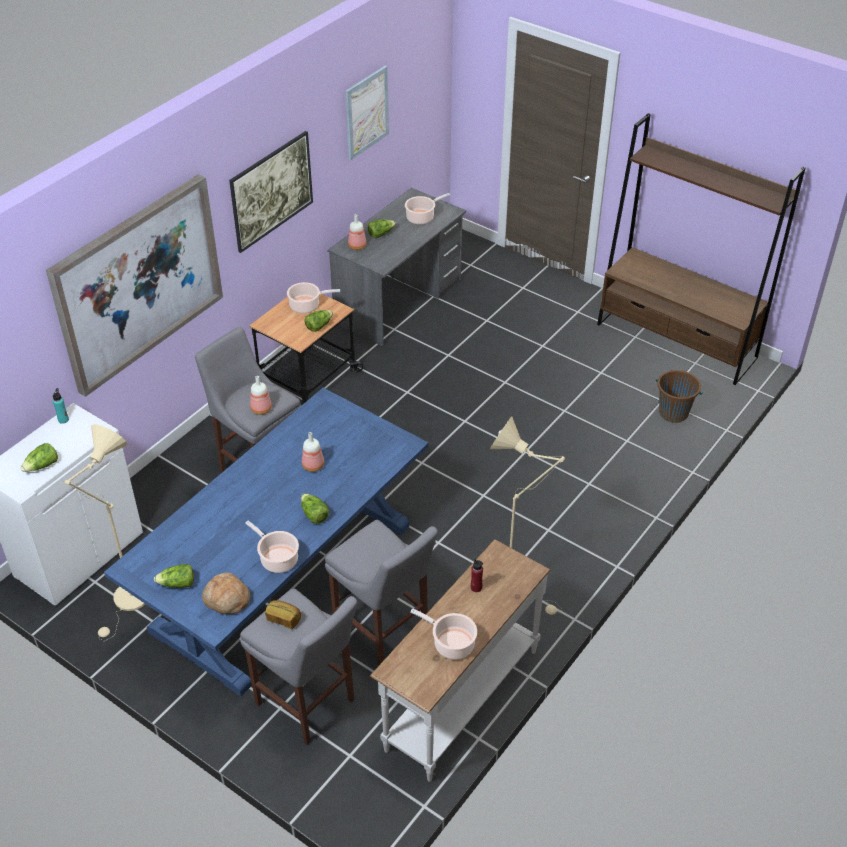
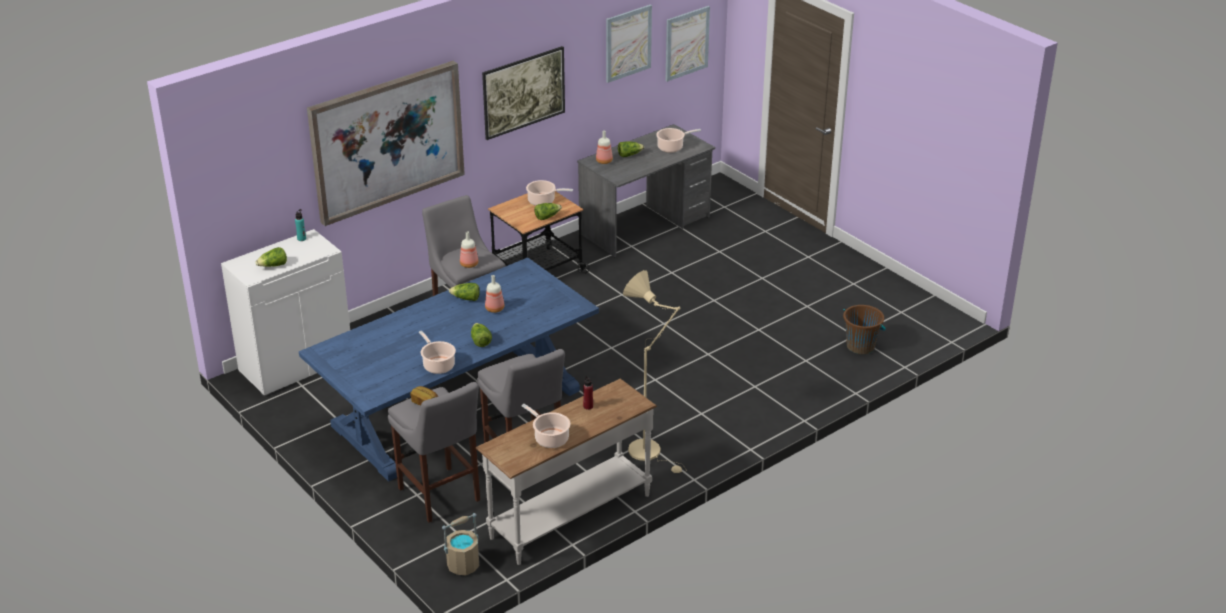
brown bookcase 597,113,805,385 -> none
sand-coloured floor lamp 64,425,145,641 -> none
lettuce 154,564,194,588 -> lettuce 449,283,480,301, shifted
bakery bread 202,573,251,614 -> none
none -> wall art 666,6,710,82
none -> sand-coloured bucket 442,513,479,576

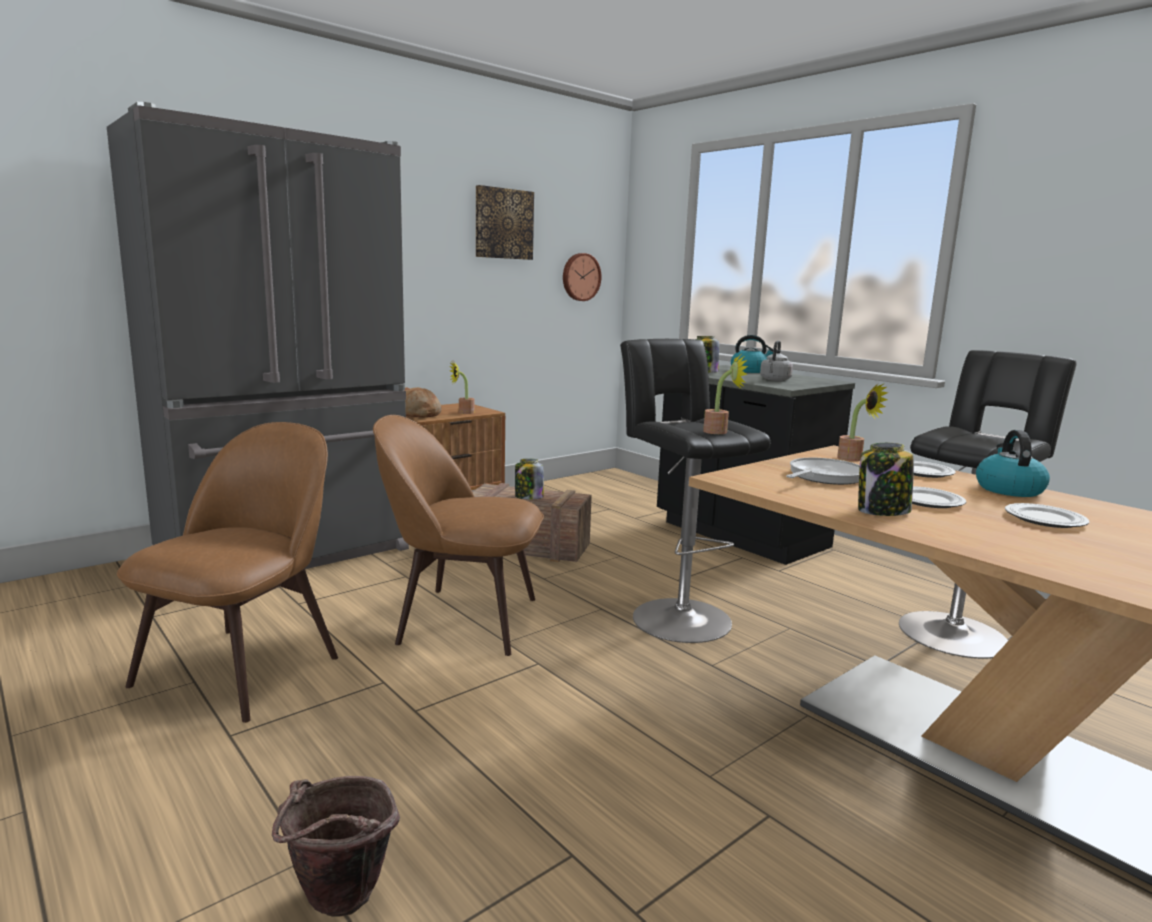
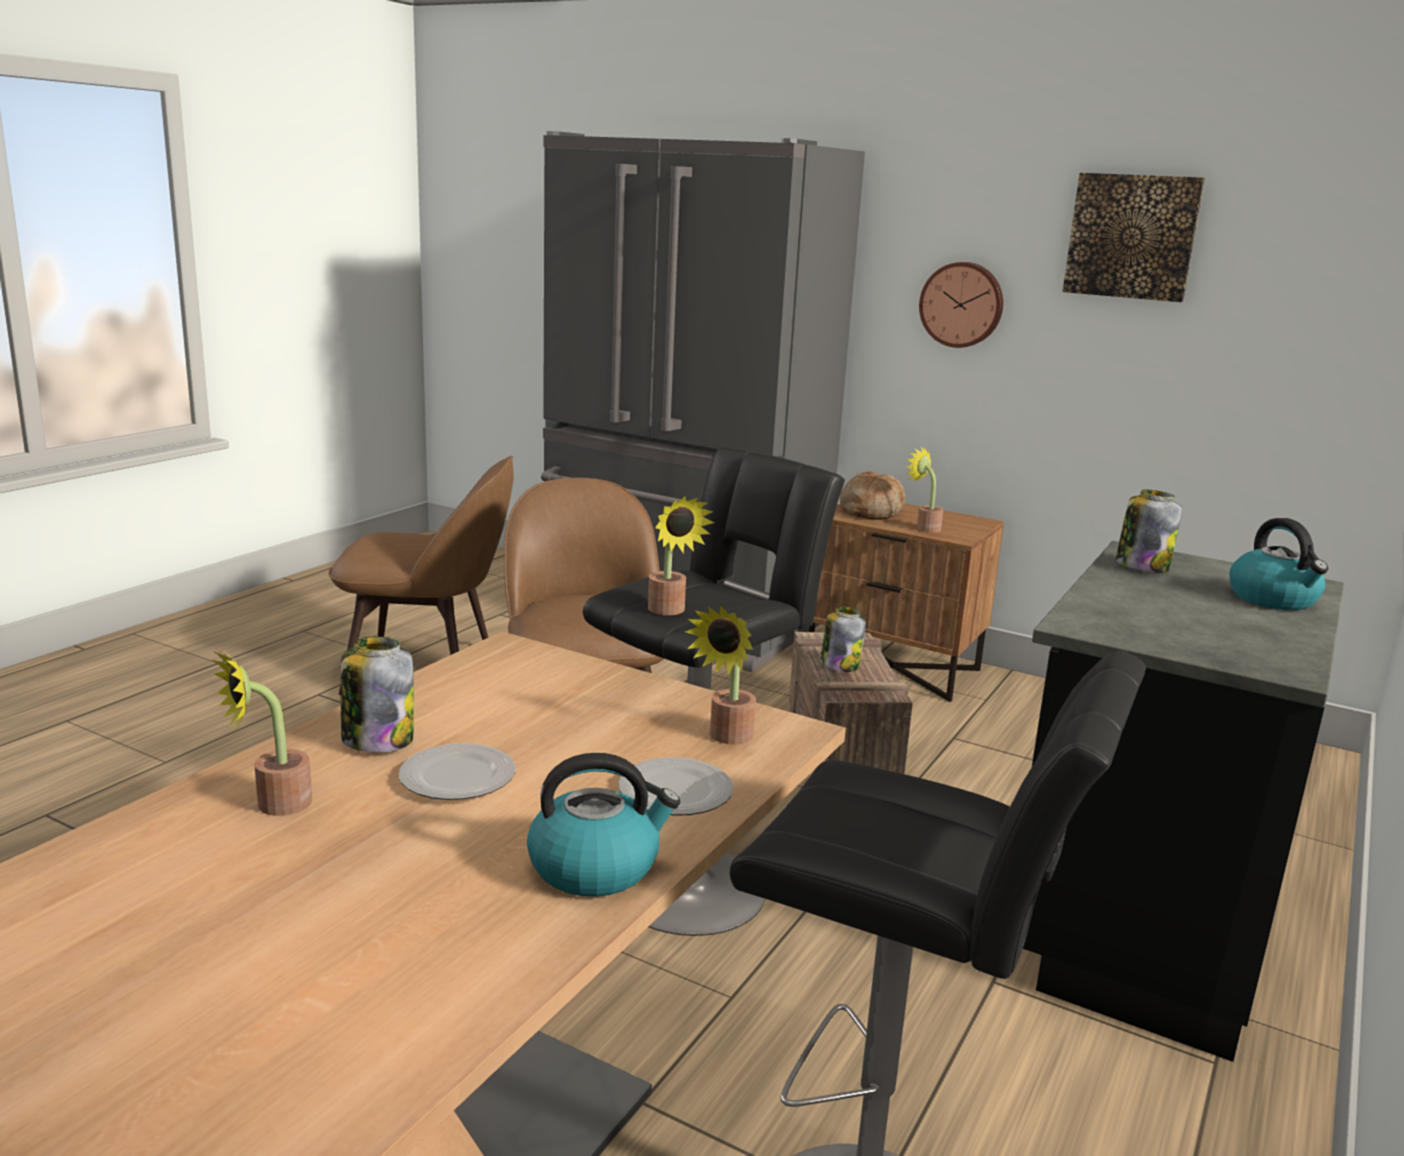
hanging clock 563,253,601,301 -> hanging clock 919,262,1003,348, shifted
gray tea kettle 760,341,793,381 -> none
frying pan 786,458,860,485 -> none
dinner plate 1005,503,1089,528 -> none
brown bucket 272,776,400,917 -> none
none -> plant in a pot 212,650,312,816

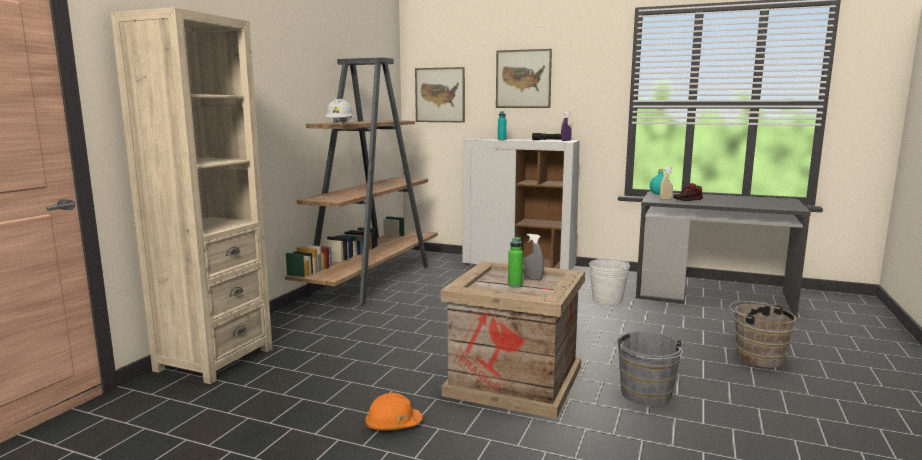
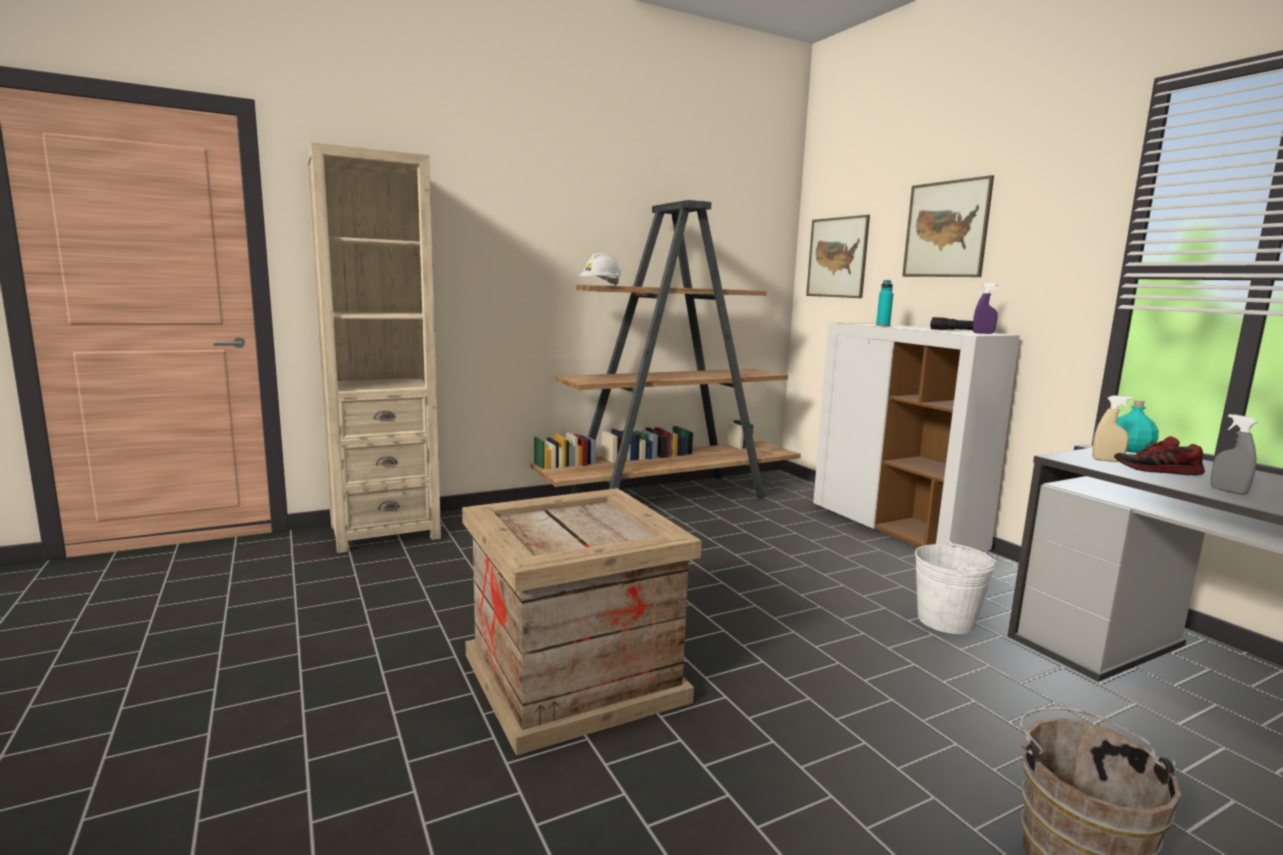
gray spray bottle 524,234,544,280 -> gray spray bottle 1211,414,1258,495, shifted
green bottle 508,237,523,288 -> none
gray bucket 614,331,685,407 -> none
orangey safety helmet 365,393,423,430 -> none

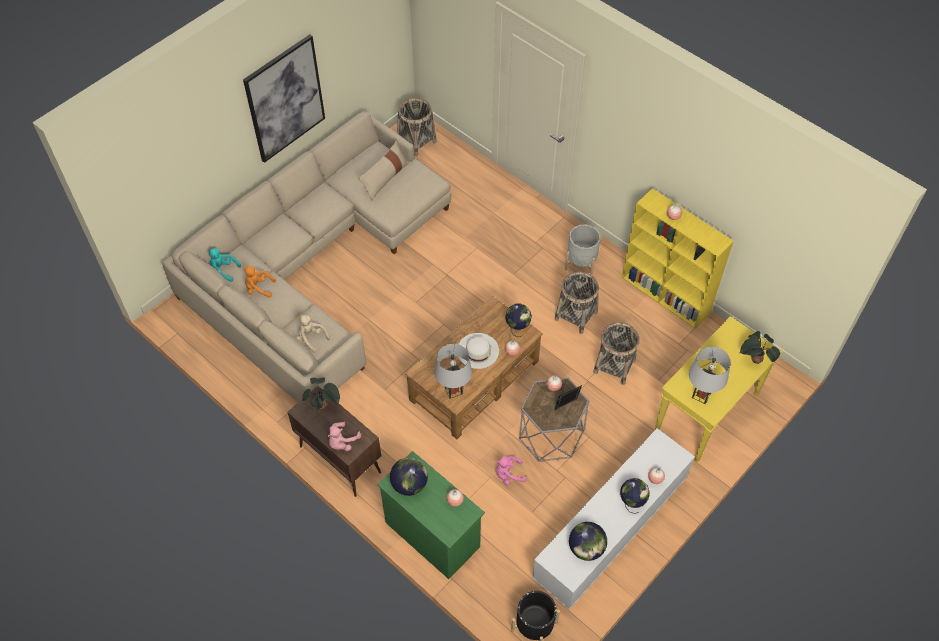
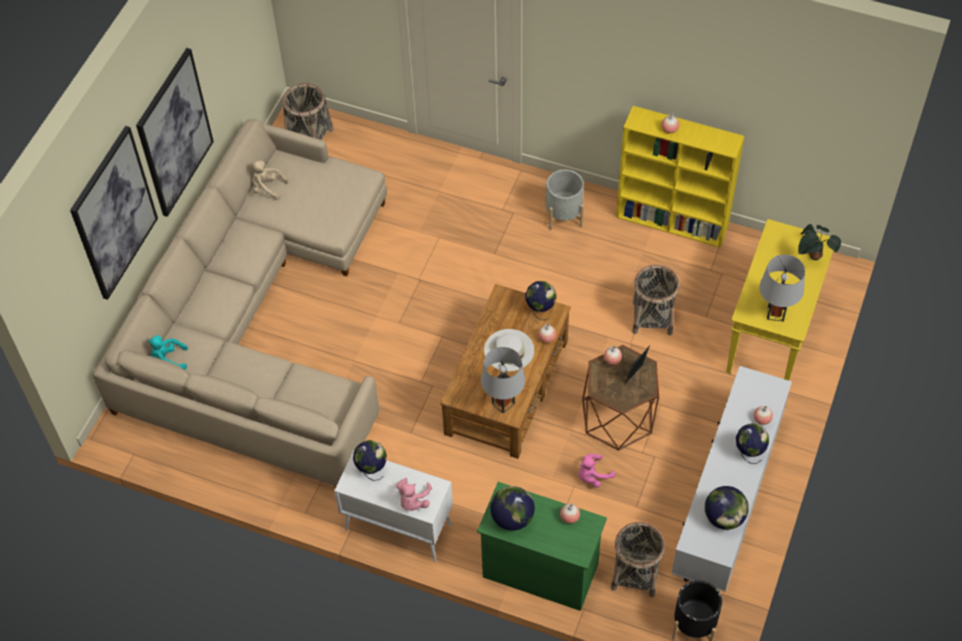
sand-coloured cushion 358,141,409,201 -> none
orangey soft toy 243,266,276,298 -> none
basket 554,271,599,334 -> basket 611,522,665,597, shifted
sand-coloured soft toy 296,315,330,353 -> sand-coloured soft toy 252,160,288,200, shifted
plant in a pot 302,377,340,411 -> globe 353,440,387,481
gray accent table 519,378,589,462 -> brown accent table 582,345,659,451
brown storage cabinet 287,386,381,497 -> white storage cabinet 334,451,453,562
none -> wall art 70,126,158,300

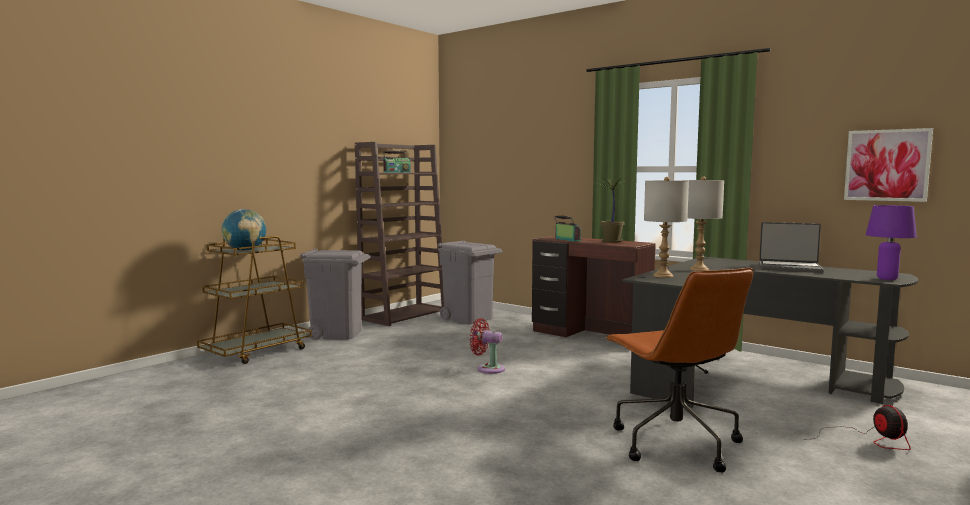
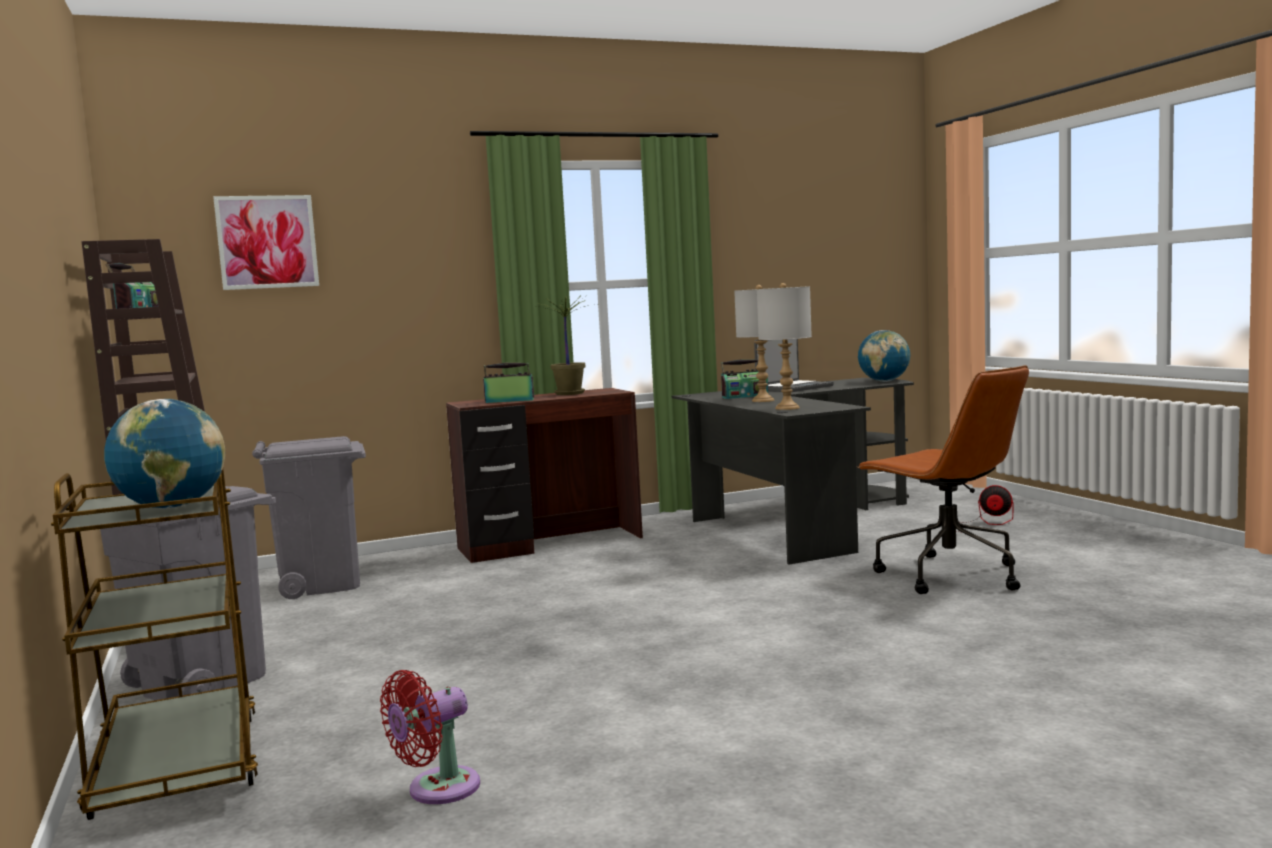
wall art 844,128,933,202 -> wall art 213,195,319,290, shifted
purplish table lamp 866,205,917,280 -> globe 858,330,910,382
brown computer chair 605,268,753,473 -> brown computer chair 857,365,1029,594, 45 degrees clockwise
reddish fan 470,318,505,374 -> reddish fan 380,670,480,804, shifted
none -> radio 721,359,768,399

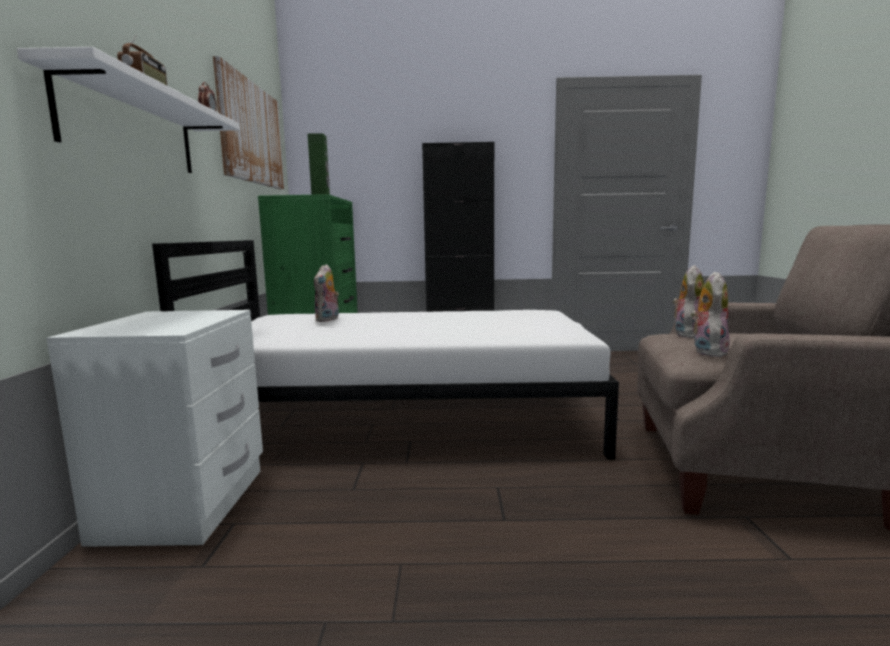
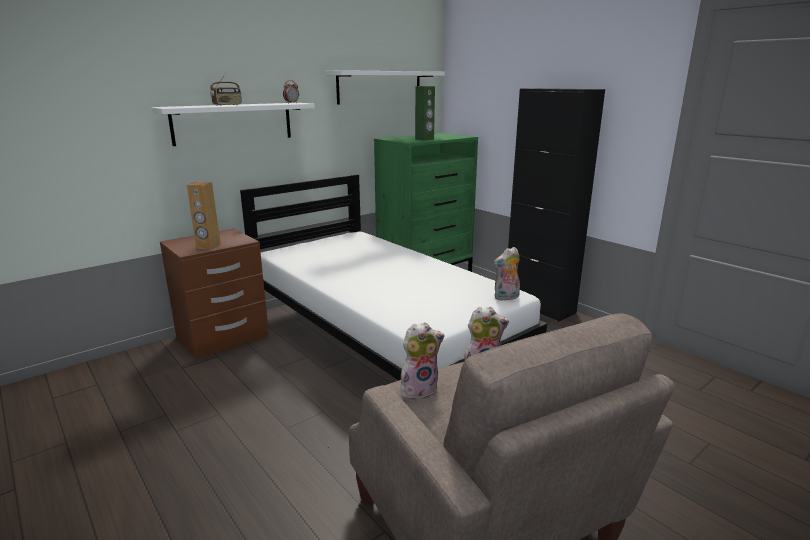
wall art 213,56,284,189 -> white wall shelf 325,70,445,105
soft toy 314,264,339,322 -> soft toy 494,247,520,301, shifted
white bedside table 47,310,263,547 -> brown bedside table 160,228,268,359
none -> brown loudspeaker 187,182,221,249

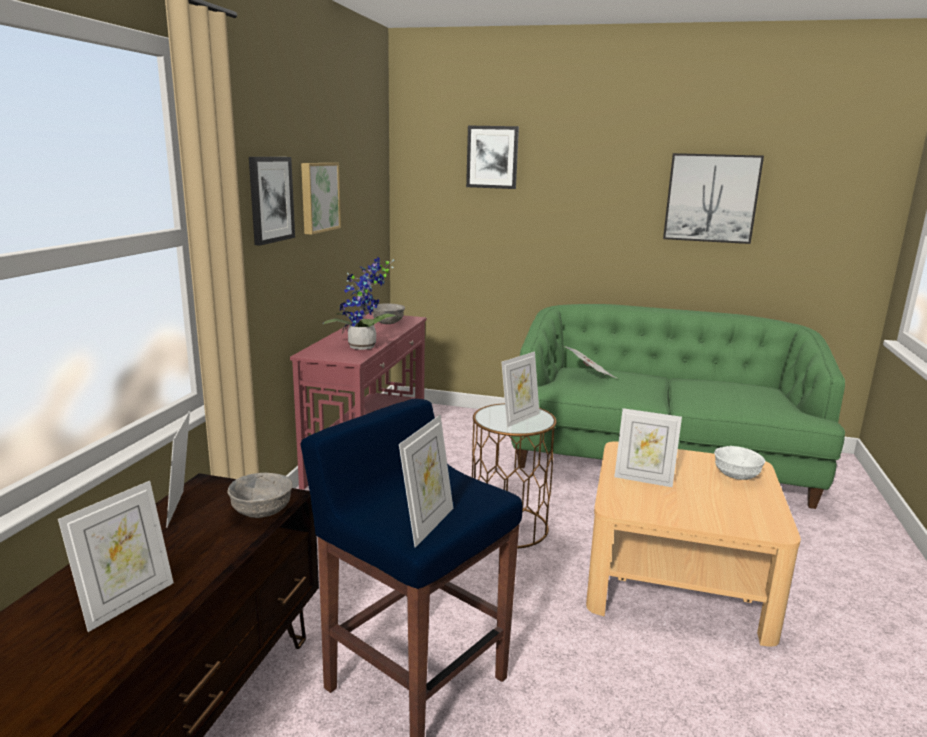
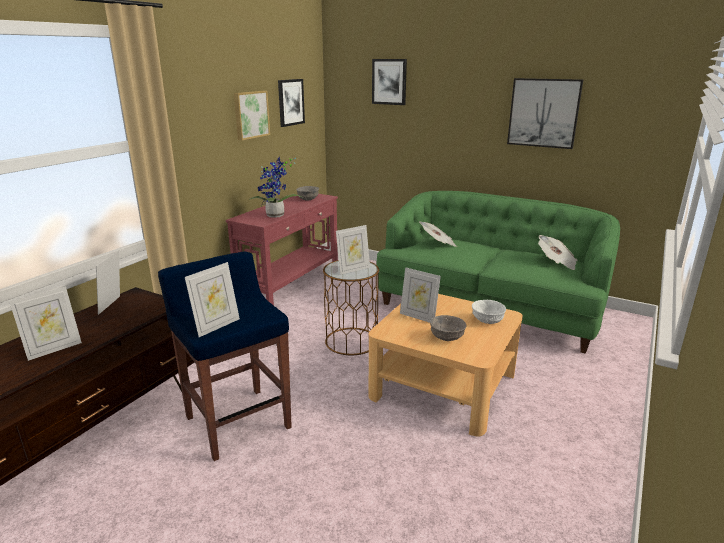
wall art 249,157,295,246 -> wall art 278,79,305,127, shifted
gray deep dish 227,473,293,518 -> gray deep dish 430,315,467,341, shifted
none -> daily paper 538,235,577,270

